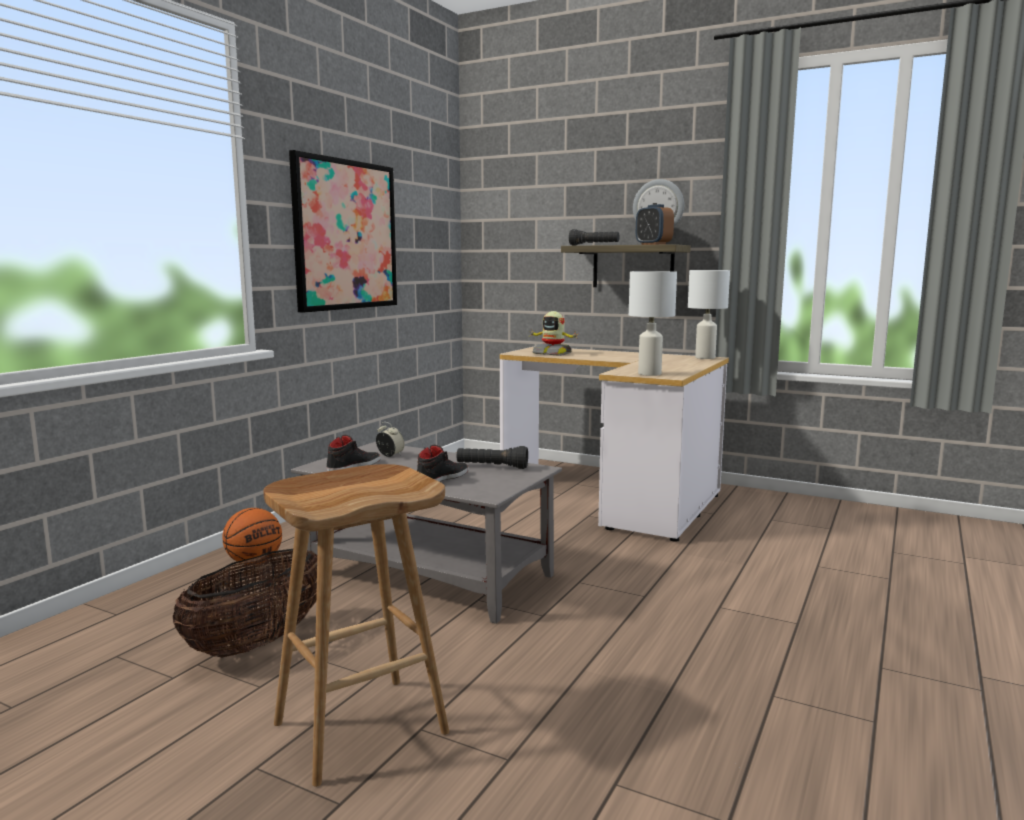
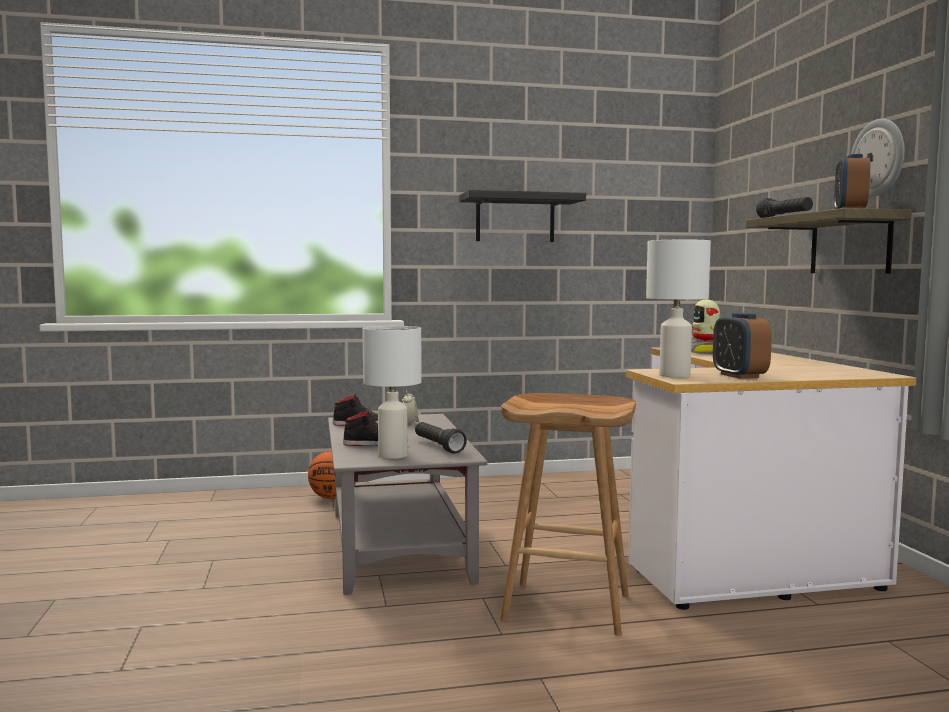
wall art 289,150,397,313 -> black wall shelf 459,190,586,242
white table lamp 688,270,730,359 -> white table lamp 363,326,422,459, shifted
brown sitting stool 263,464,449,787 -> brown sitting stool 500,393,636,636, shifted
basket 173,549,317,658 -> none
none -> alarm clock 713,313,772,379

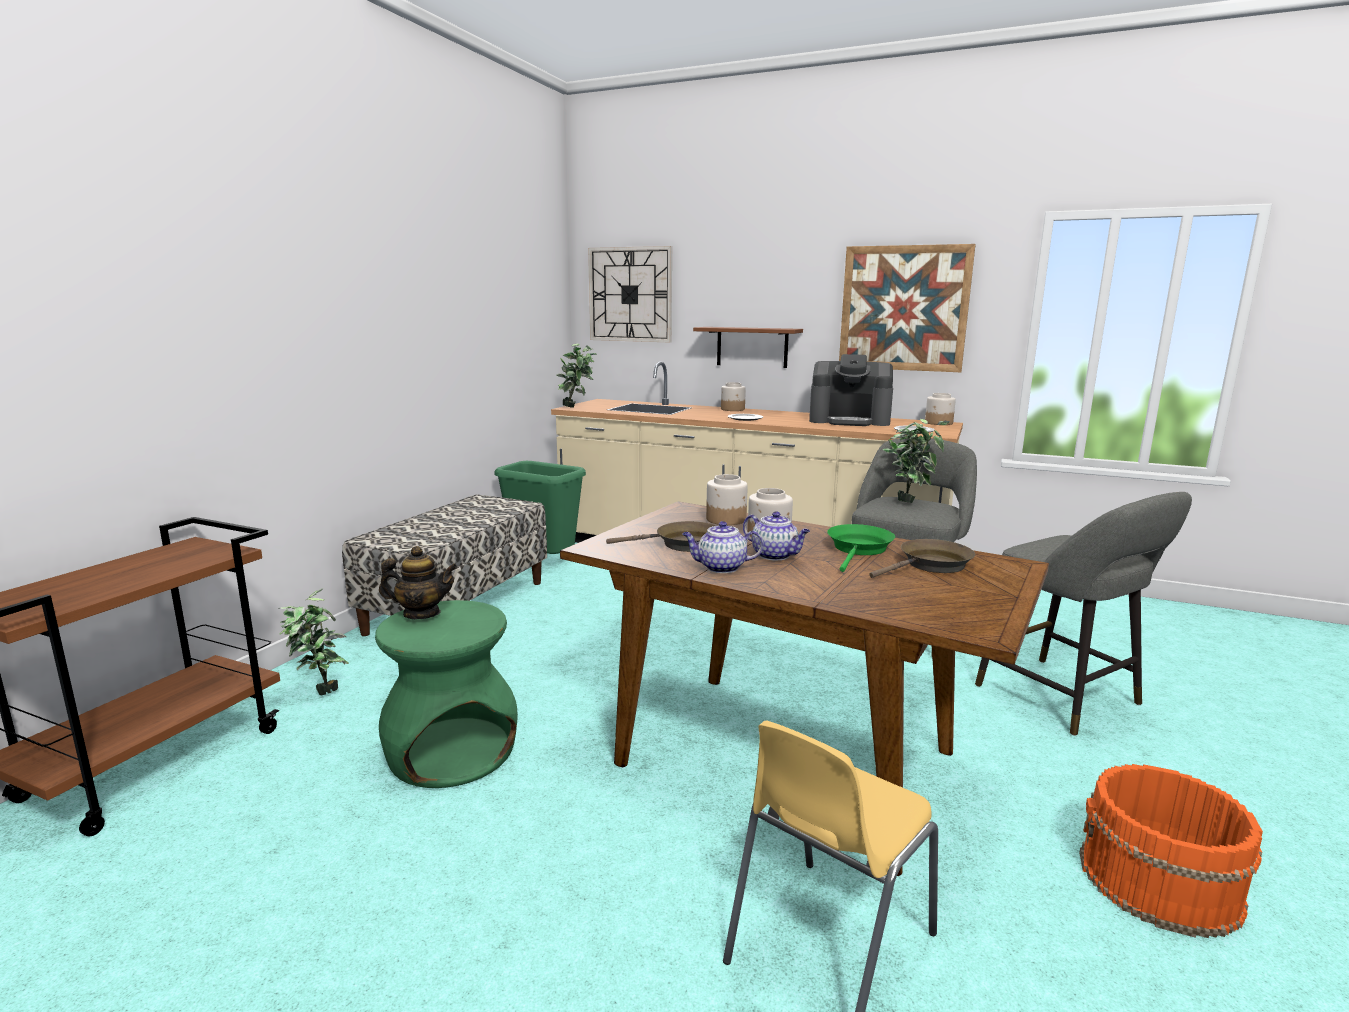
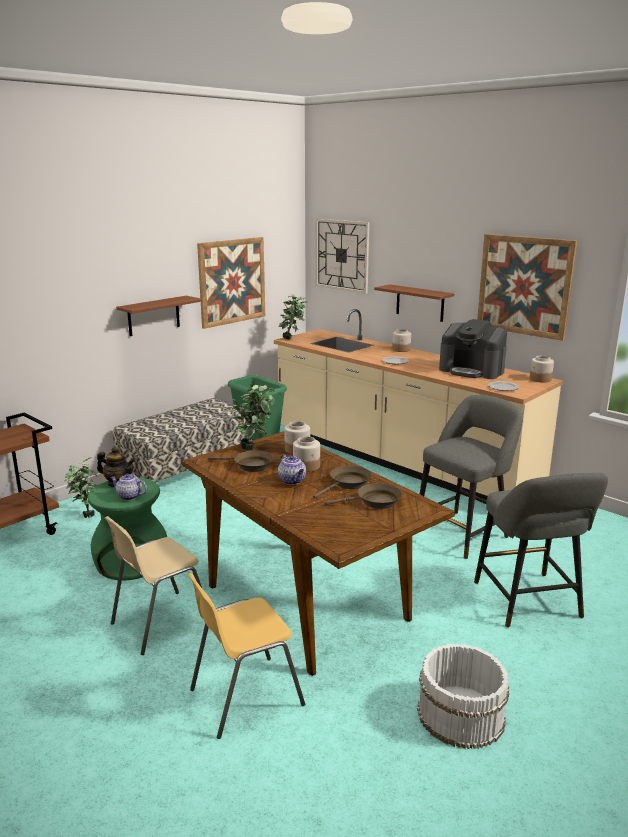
plant in a pot 883,419,950,503 -> plant in a pot 232,385,275,450, shifted
pot for tea 682,521,763,573 -> pot for tea 110,473,147,500, shifted
green frying pan 827,524,895,572 -> brown frying pan 313,466,372,498
orangey bucket 1079,764,1263,938 -> white bucket 417,643,509,749
none -> wall art 197,237,265,329
none -> brown wall shelf 116,296,202,336
none -> sand-coloured plain chair 105,516,202,655

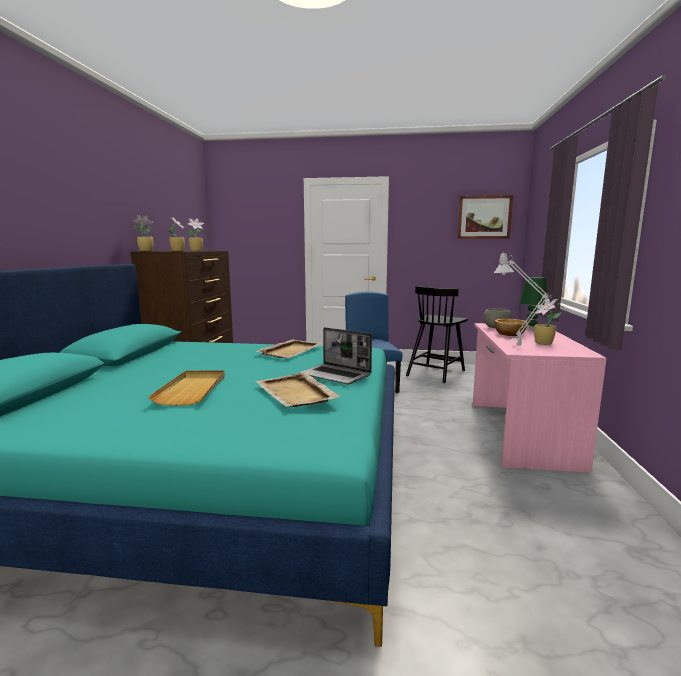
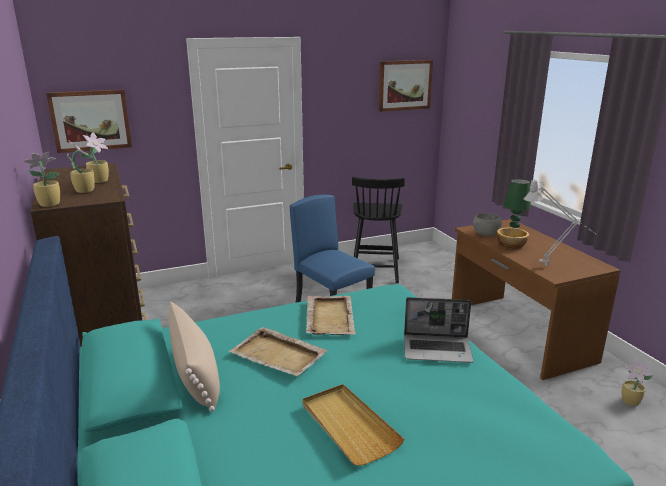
plant in a pot 534,298,561,345 -> plant in a pot 622,358,653,406, shifted
pink-coloured desk 473,323,607,473 -> brown desk 452,219,621,380
sand-coloured serving tray 256,372,341,407 -> sand-coloured serving tray 229,327,328,376, shifted
none -> wall art 46,90,132,153
none -> sand-coloured cushion 169,302,220,412

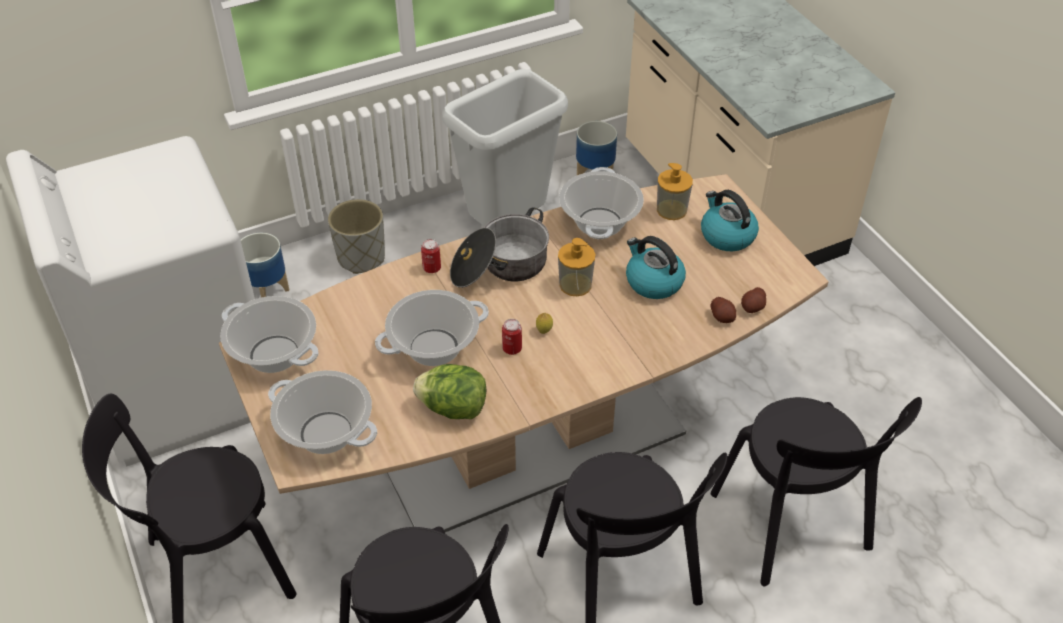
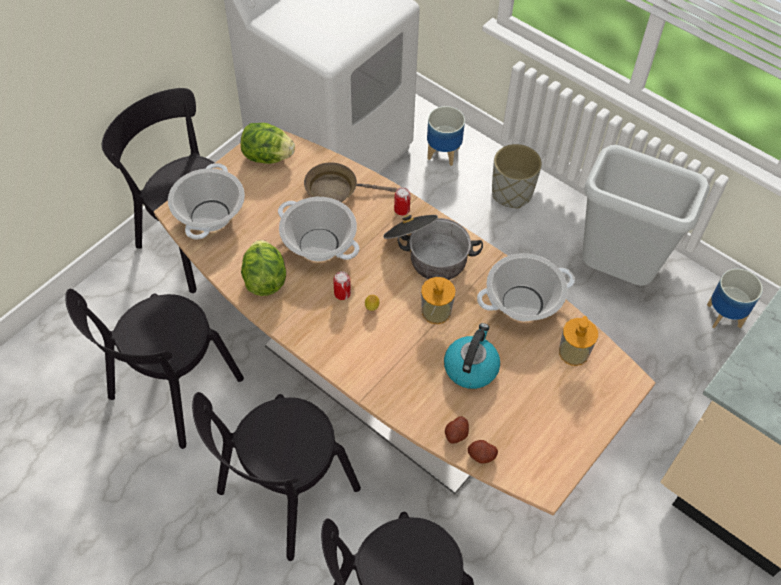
tea kettle 701,190,759,251 -> none
stockpot 220,296,319,373 -> lettuce 241,123,295,164
none -> brown frying pan 304,162,397,202

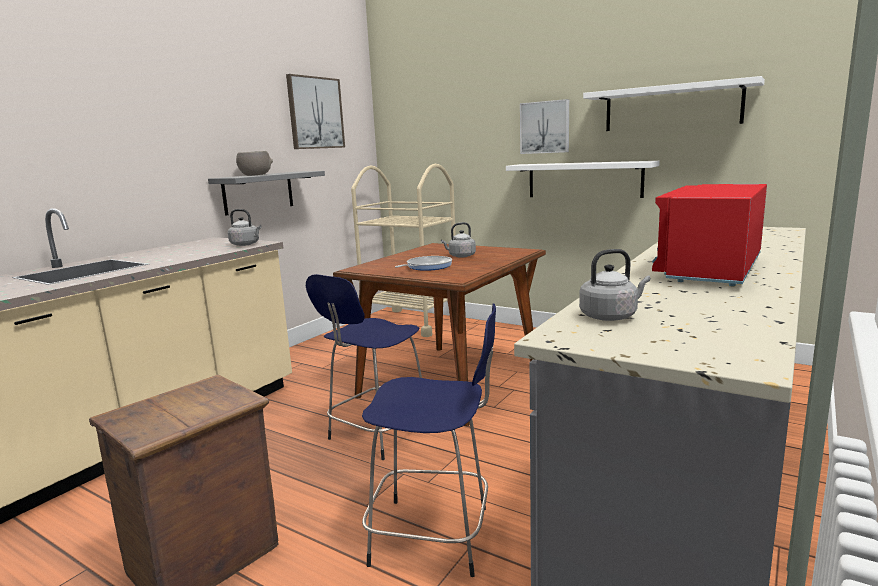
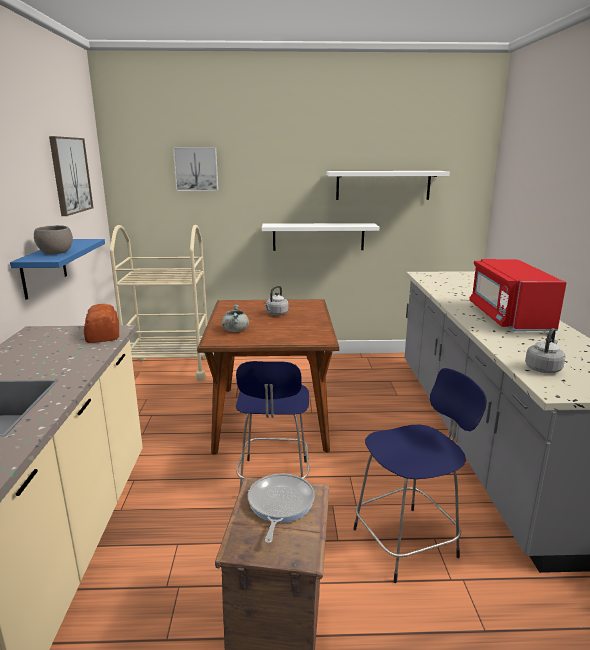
wall art 520,99,569,154 -> wall art 173,147,218,191, shifted
gray wall shelf 208,171,325,216 -> blue-coloured wall shelf 10,239,105,300
gray tea kettle 228,209,262,246 -> bakery bread 84,304,119,343
frying pan 395,256,452,271 -> frying pan 248,474,315,543, shifted
none -> gray stockpot 222,304,249,332

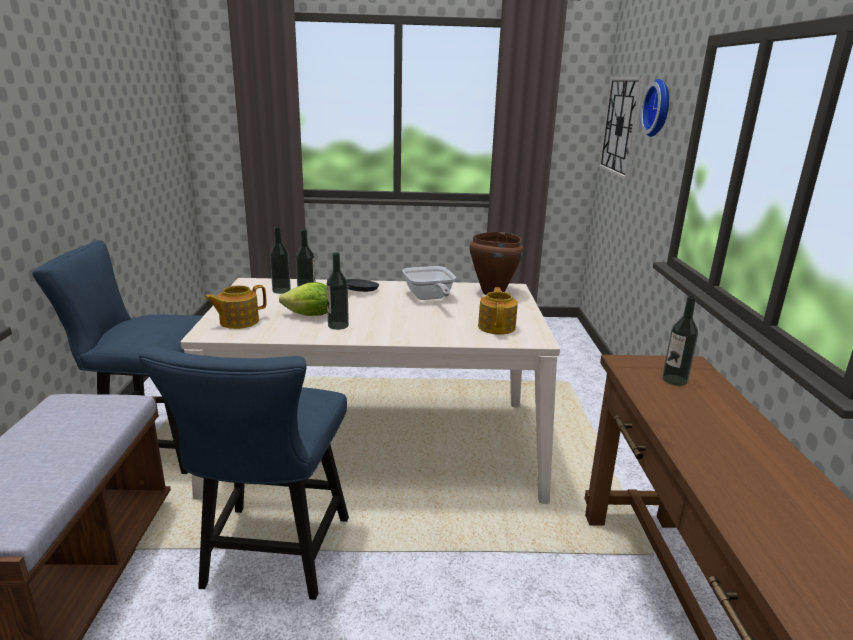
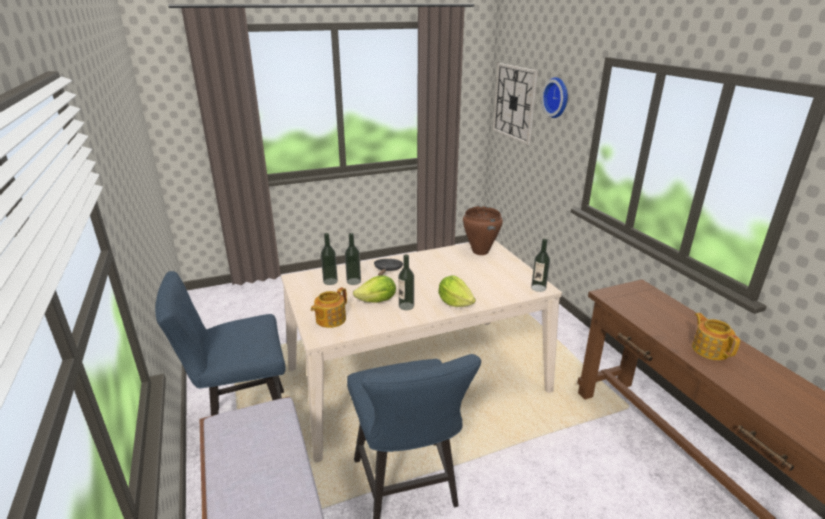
frying pan 402,266,456,300 -> none
pot for tea 478,287,518,335 -> pot for tea 692,313,740,360, shifted
bottle 662,296,698,386 -> bottle 531,239,550,292, shifted
none -> lettuce 438,275,476,307

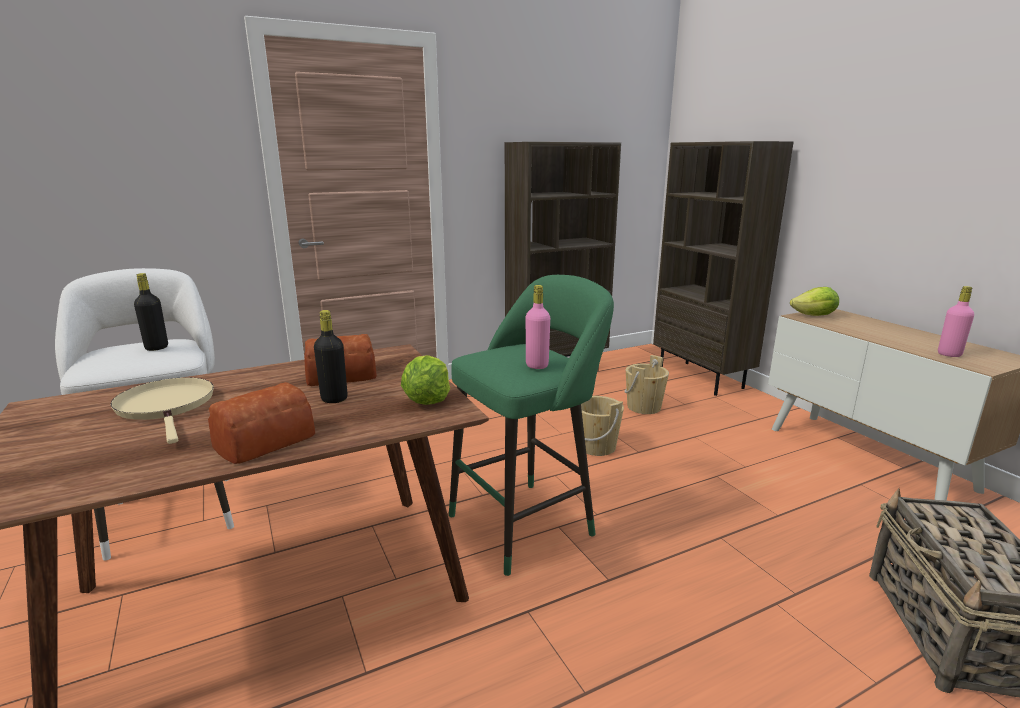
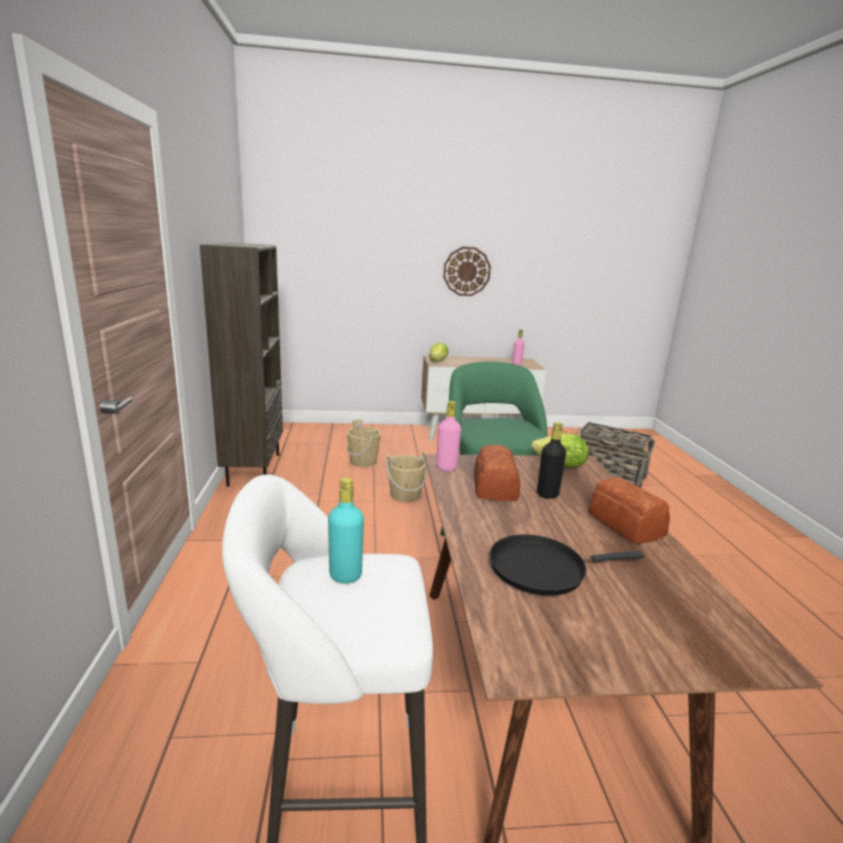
brown bookcase 653,141,794,396 -> none
black bottle 134,273,168,351 -> blue-green bottle 328,477,364,584
pink-coloured bottle 526,285,550,369 -> pink-coloured bottle 436,401,461,471, shifted
sand-coloured frying pan 110,377,214,444 -> black frying pan 489,534,644,596
none -> hanging clock 443,247,491,296

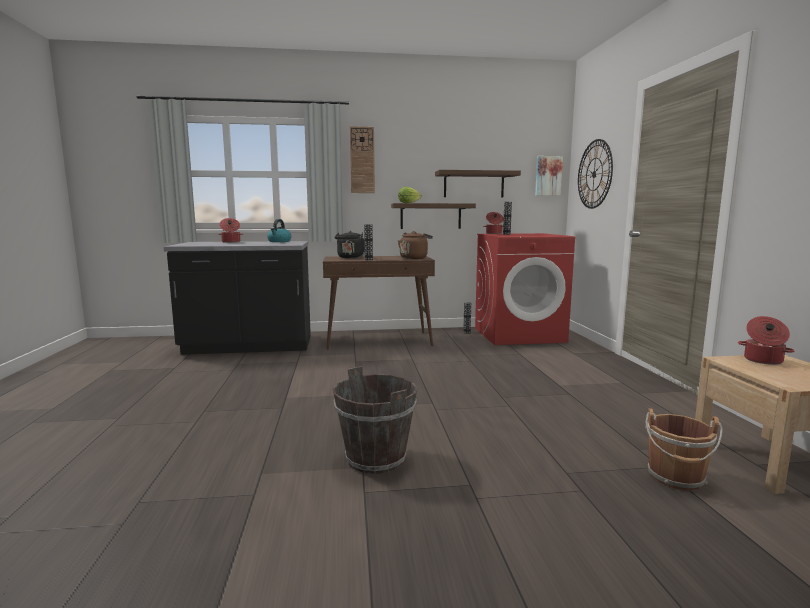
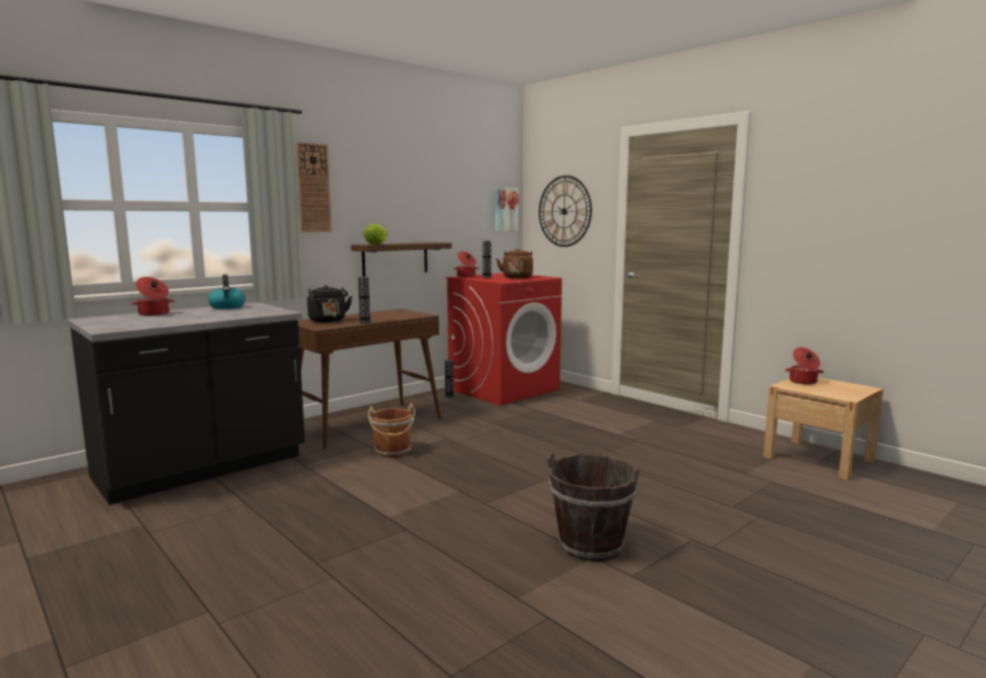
wall shelf 435,170,521,198 -> none
brown tea kettle 398,231,433,259 -> brown tea kettle 496,248,533,279, shifted
brown bucket 645,408,723,491 -> brown bucket 368,403,415,458, shifted

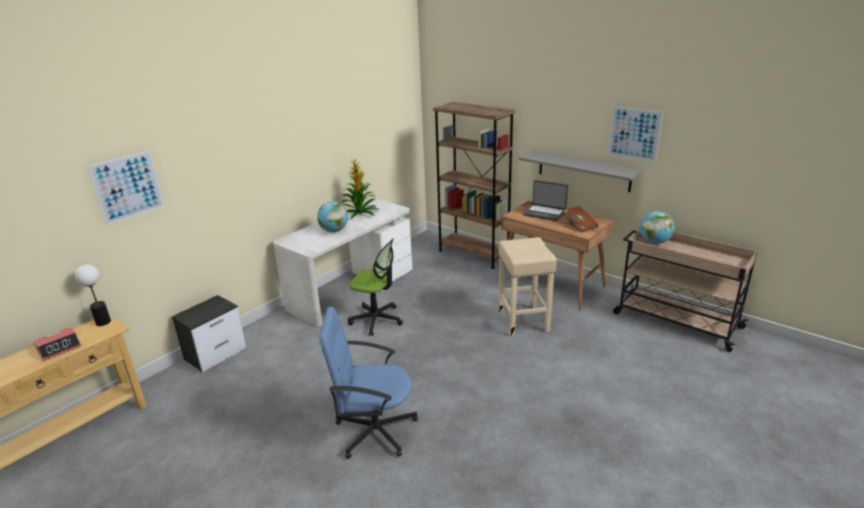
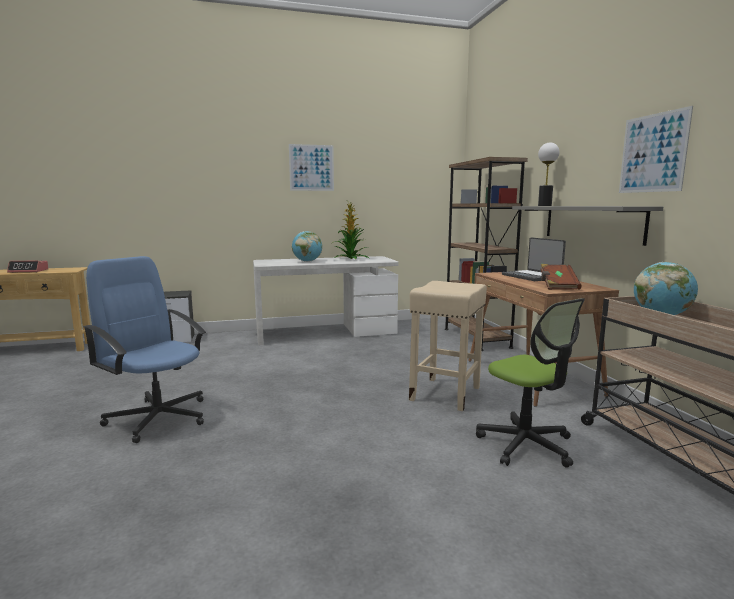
wall art 87,150,165,225 -> wall art 289,144,334,191, shifted
computer chair 348,238,403,336 -> computer chair 476,298,585,468, shifted
table lamp 75,265,111,326 -> table lamp 538,143,559,206, shifted

